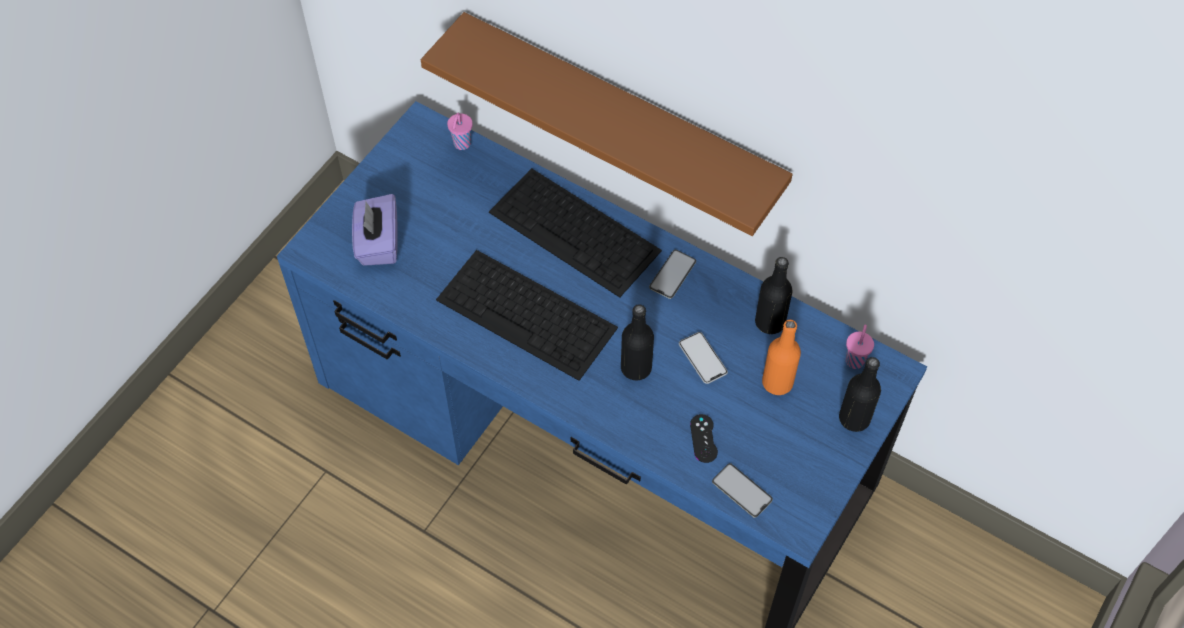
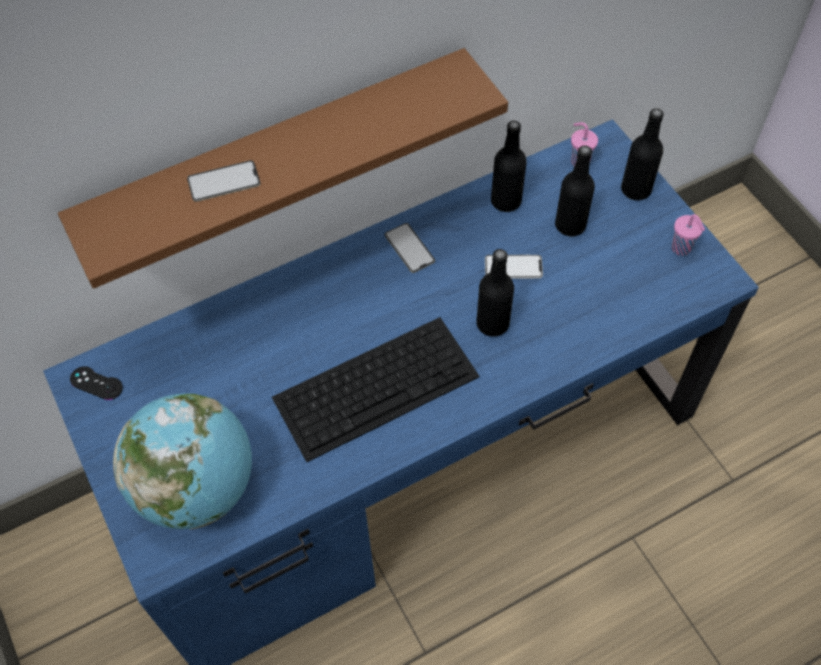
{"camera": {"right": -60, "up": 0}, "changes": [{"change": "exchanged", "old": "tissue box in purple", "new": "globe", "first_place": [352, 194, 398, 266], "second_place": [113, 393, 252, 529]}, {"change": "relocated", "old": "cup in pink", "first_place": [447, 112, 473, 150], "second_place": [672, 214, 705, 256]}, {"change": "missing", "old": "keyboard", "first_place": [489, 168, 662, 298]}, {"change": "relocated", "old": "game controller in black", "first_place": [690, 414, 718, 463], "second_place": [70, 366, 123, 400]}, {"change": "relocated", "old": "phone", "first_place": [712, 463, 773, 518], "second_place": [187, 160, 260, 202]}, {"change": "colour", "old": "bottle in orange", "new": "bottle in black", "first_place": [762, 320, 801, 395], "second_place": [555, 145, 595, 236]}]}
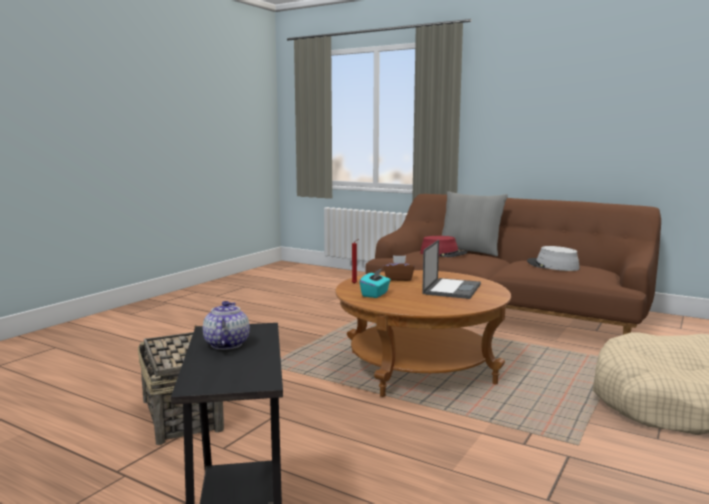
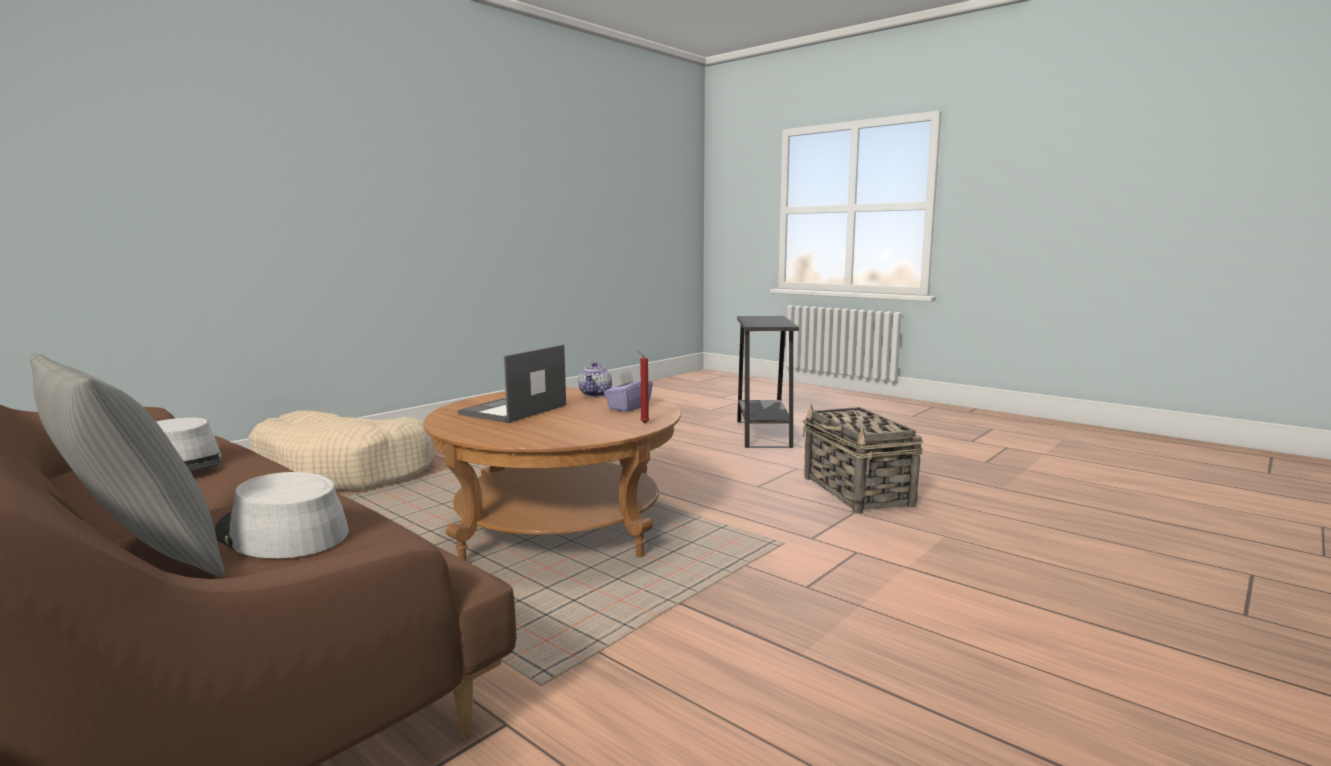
{"camera": {"right": -170, "up": 0}, "changes": [{"change": "relocated", "old": "teapot", "first_place": [203, 301, 250, 350], "second_place": [578, 362, 612, 397]}, {"change": "colour", "old": "tissue box in turquoise", "new": "tissue box in purple", "first_place": [360, 268, 391, 298], "second_place": [604, 371, 653, 412]}, {"change": "missing", "old": "tissue box in brown", "first_place": [384, 255, 415, 281]}, {"change": "colour", "old": "hat in red", "new": "hat in grey", "first_place": [420, 236, 468, 257], "second_place": [215, 472, 349, 558]}]}
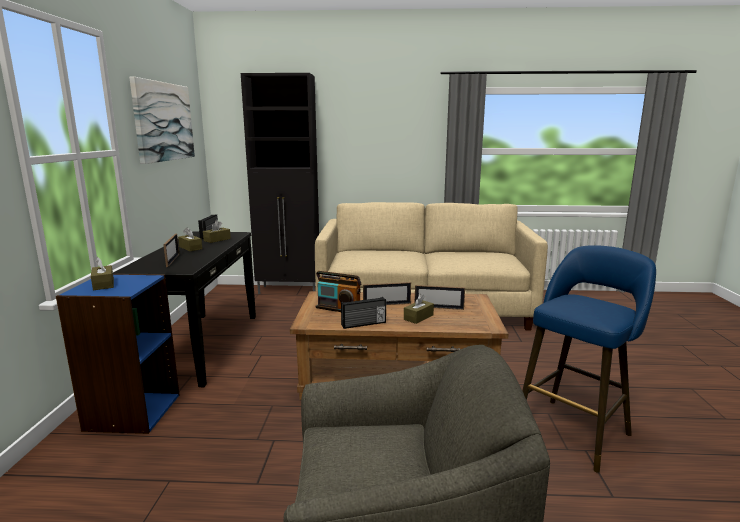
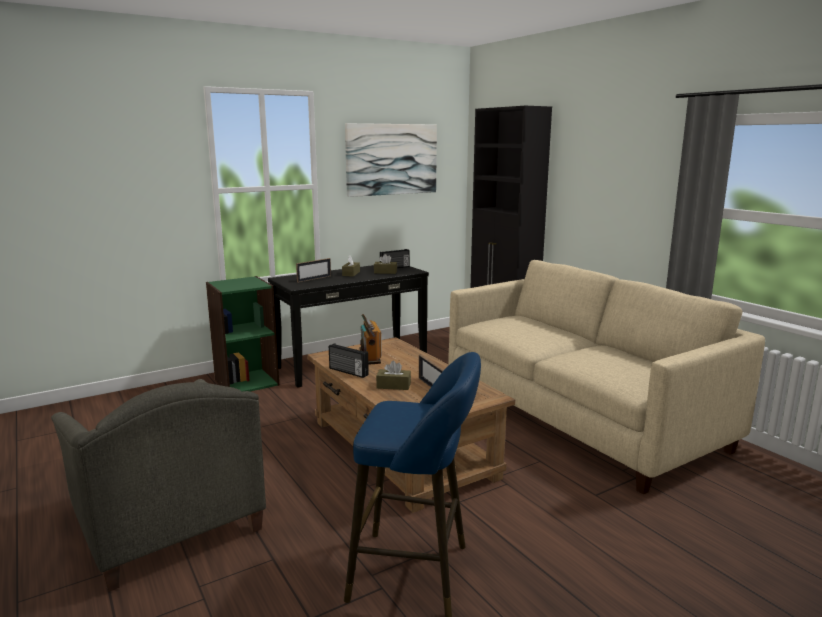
{"camera": {"right": 55, "up": 0}, "changes": [{"change": "colour", "old": "bookcase in blue", "new": "bookcase in green", "first_place": [56, 274, 180, 434], "second_place": [206, 276, 279, 392]}, {"change": "missing", "old": "tissue box in brown", "first_place": [91, 257, 114, 290]}, {"change": "missing", "old": "picture frame", "first_place": [363, 282, 411, 305]}]}
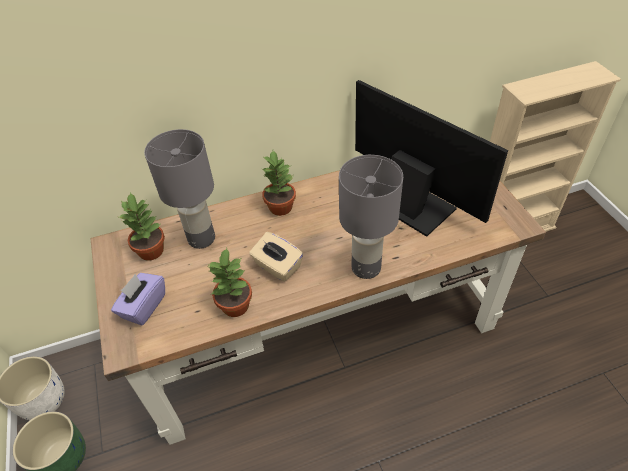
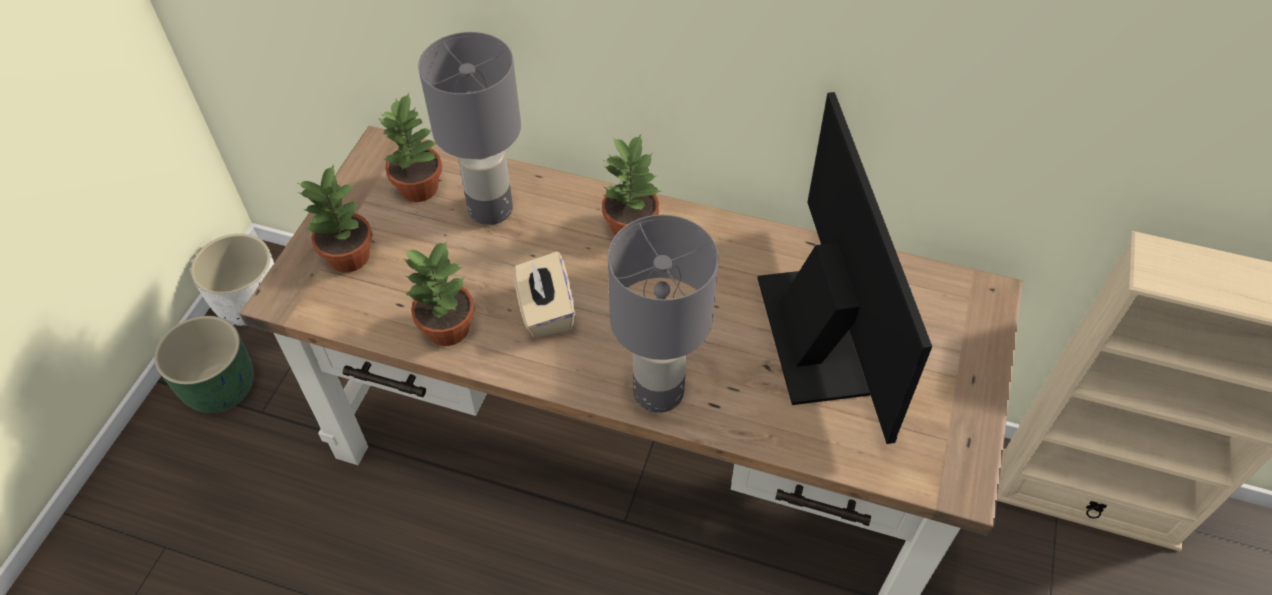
{"camera": {"right": 35, "up": 5}, "changes": [{"change": "exchanged", "old": "tissue box in purple", "new": "potted plant", "first_place": [111, 273, 165, 325], "second_place": [298, 164, 373, 272]}]}
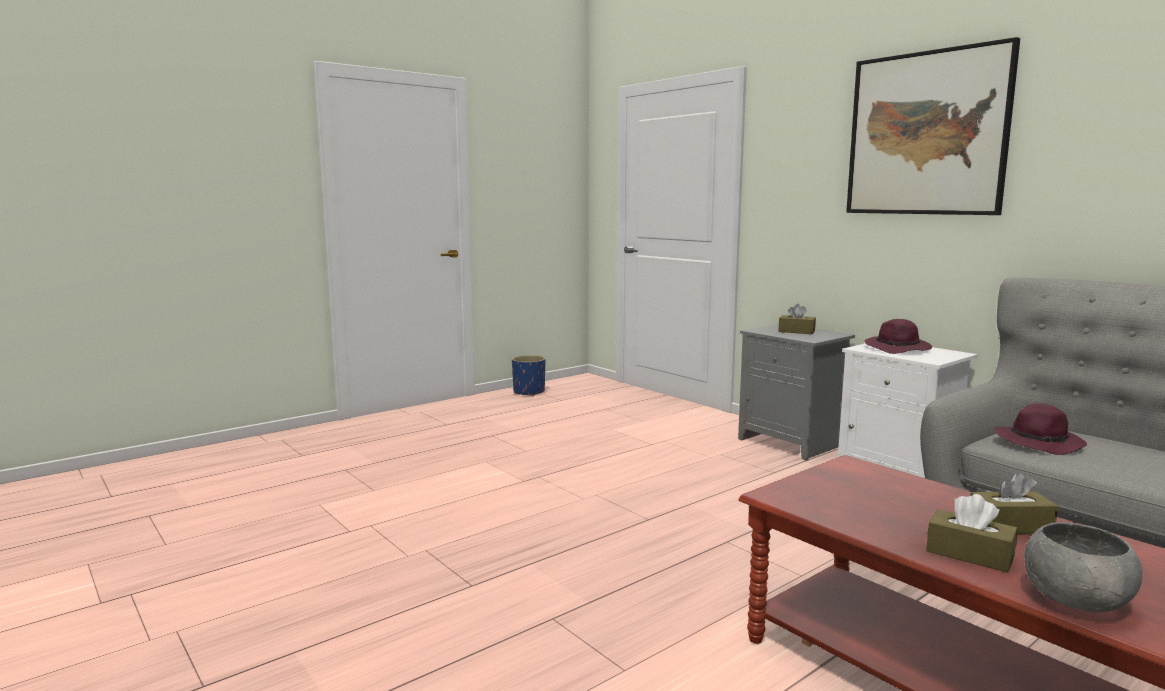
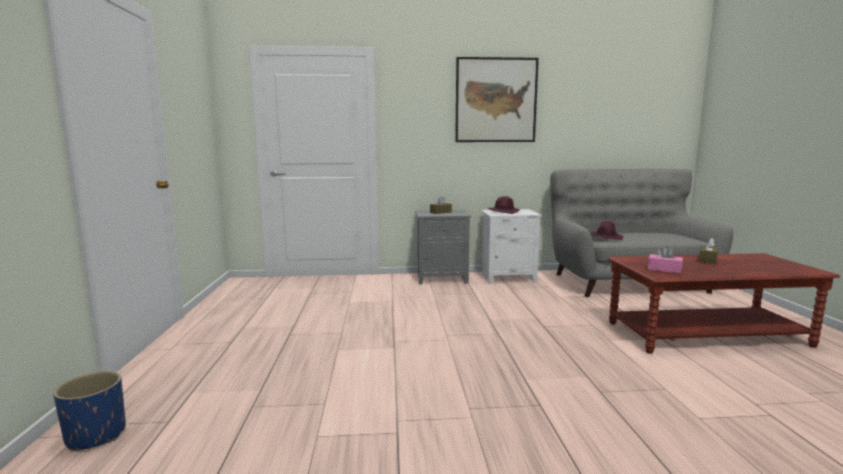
{"camera": {"right": -55, "up": 0}, "changes": [{"change": "relocated", "old": "planter in blue", "first_place": [512, 355, 545, 396], "second_place": [53, 371, 126, 451]}, {"change": "missing", "old": "tissue box in brown", "first_place": [926, 494, 1018, 573]}, {"change": "missing", "old": "bowl in grey", "first_place": [1024, 522, 1142, 612]}, {"change": "appeared", "new": "tissue box in pink", "second_place": [648, 245, 683, 274]}]}
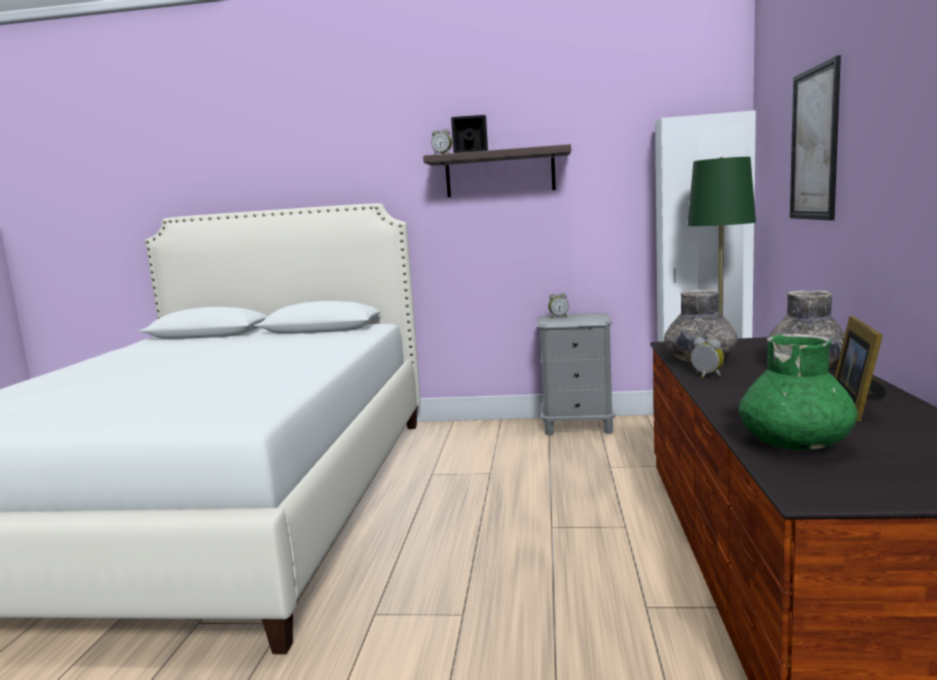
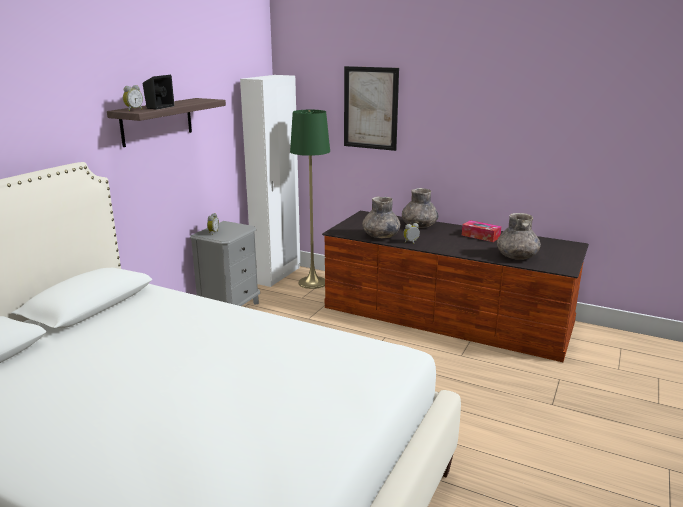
{"camera": {"right": -70, "up": 10}, "changes": [{"change": "colour", "old": "vase in green", "new": "vase in grey", "first_place": [739, 334, 858, 450], "second_place": [497, 213, 541, 260]}, {"change": "exchanged", "old": "picture frame", "new": "tissue box", "first_place": [834, 316, 886, 422], "second_place": [462, 220, 501, 242]}]}
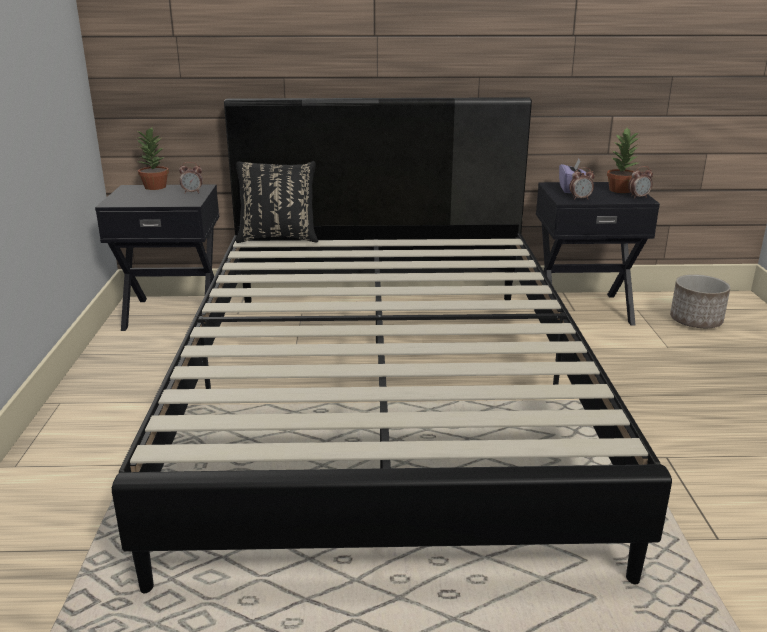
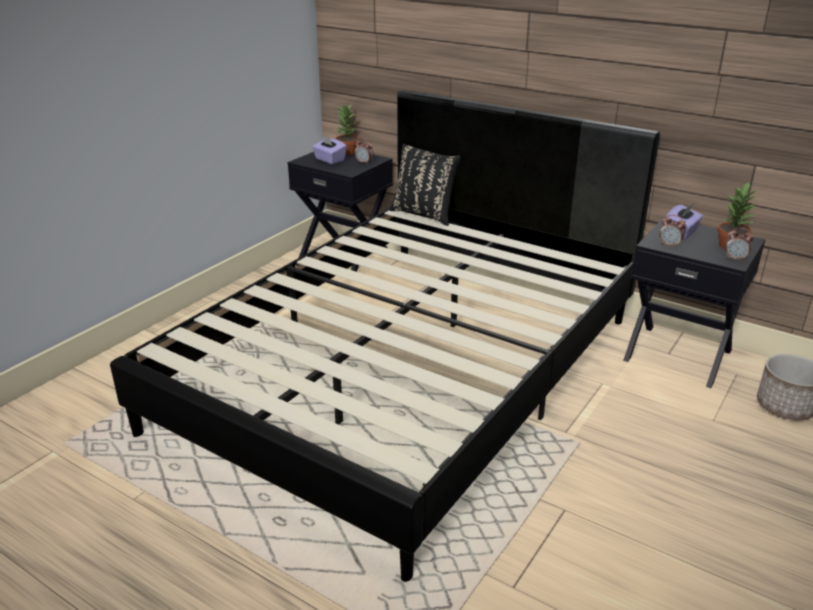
{"camera": {"right": 35, "up": 5}, "changes": [{"change": "appeared", "new": "tissue box in purple", "second_place": [312, 135, 347, 164]}]}
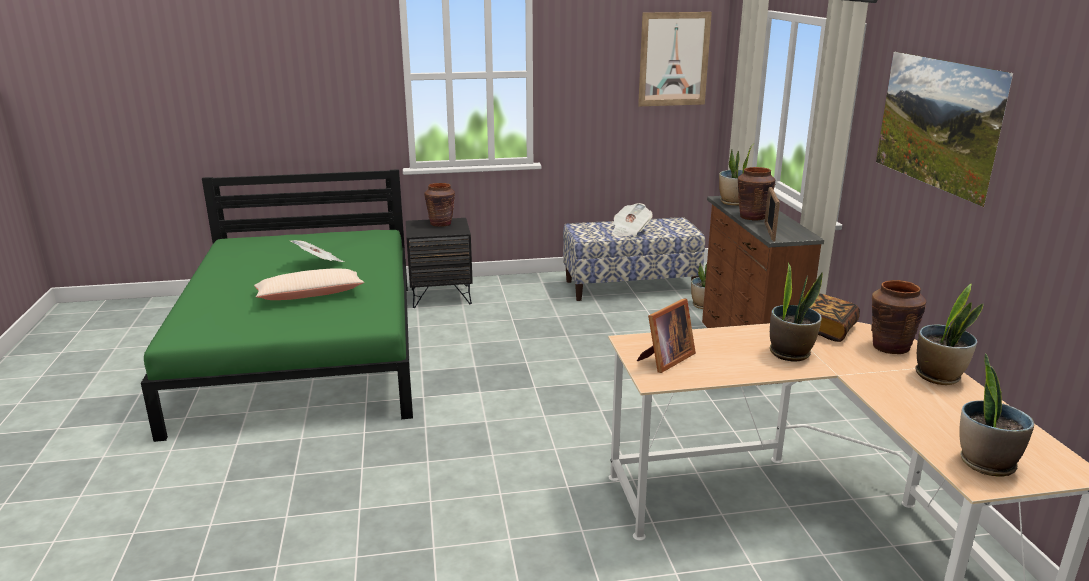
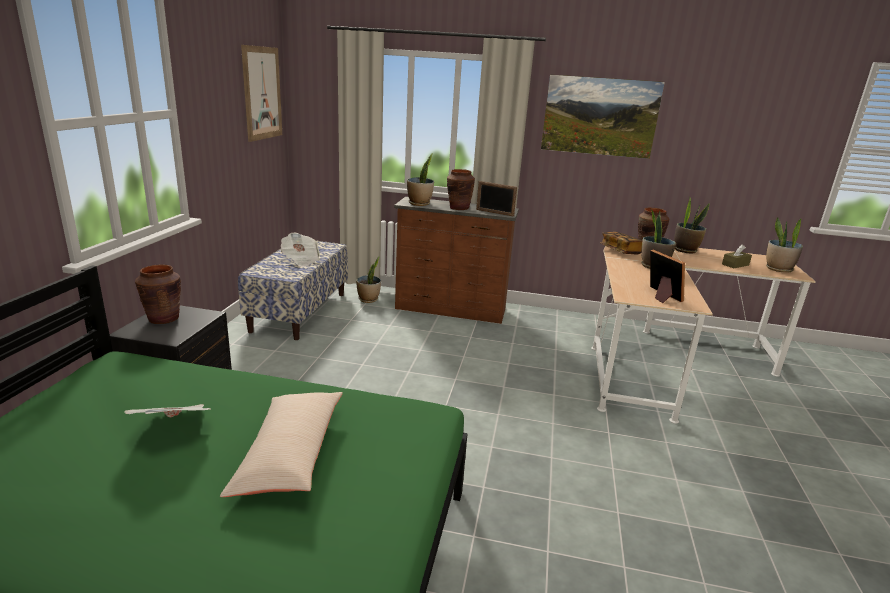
{"camera": {"right": -70, "up": 0}, "changes": [{"change": "appeared", "new": "tissue box in brown", "second_place": [722, 244, 752, 268]}]}
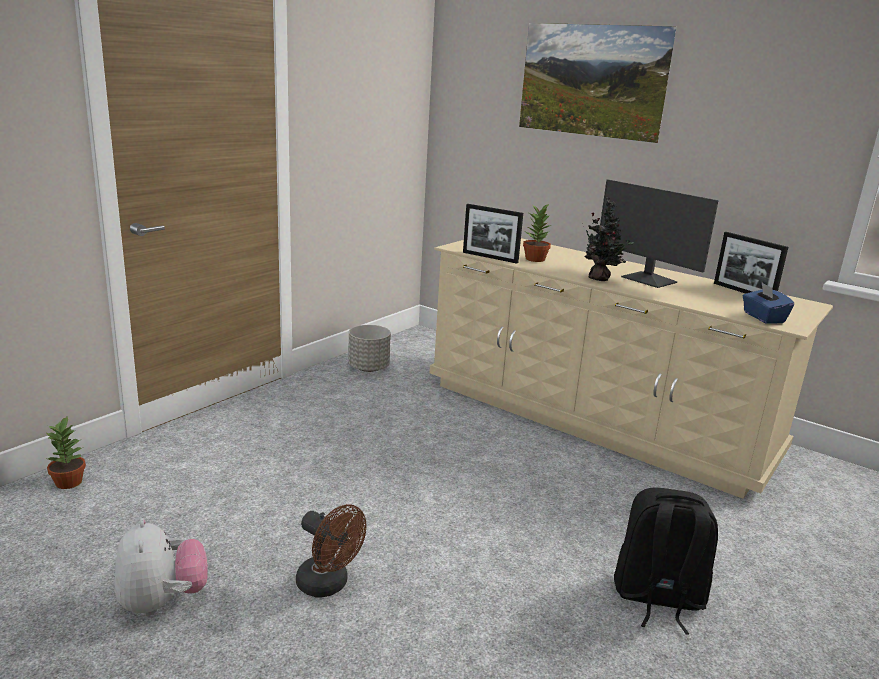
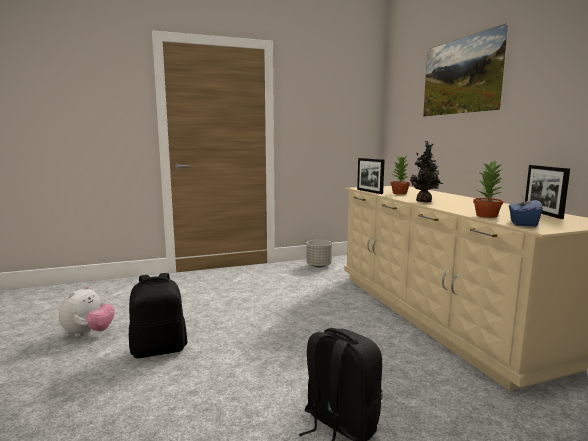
{"camera": {"right": 35, "up": -10}, "changes": [{"change": "relocated", "old": "potted plant", "first_place": [47, 415, 86, 489], "second_place": [473, 161, 504, 218]}, {"change": "exchanged", "old": "fan in brown", "new": "backpack in black", "first_place": [296, 504, 366, 597], "second_place": [129, 273, 188, 358]}, {"change": "missing", "old": "monitor", "first_place": [600, 179, 719, 288]}]}
